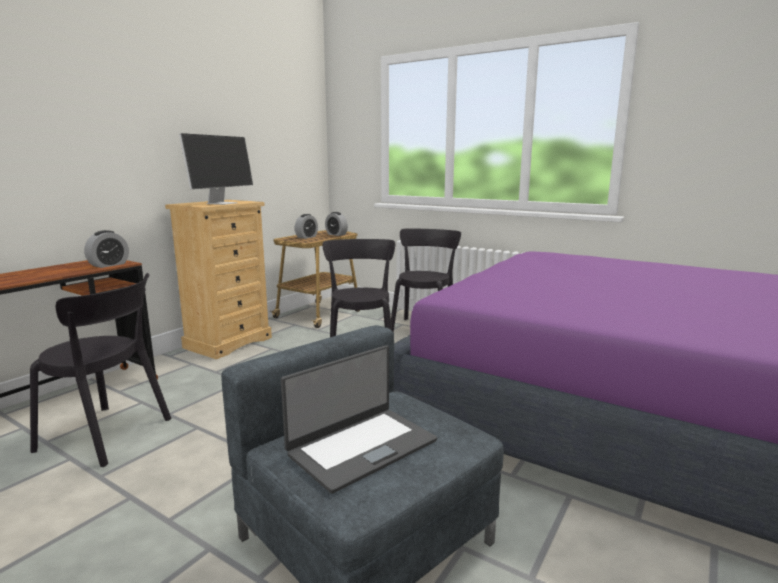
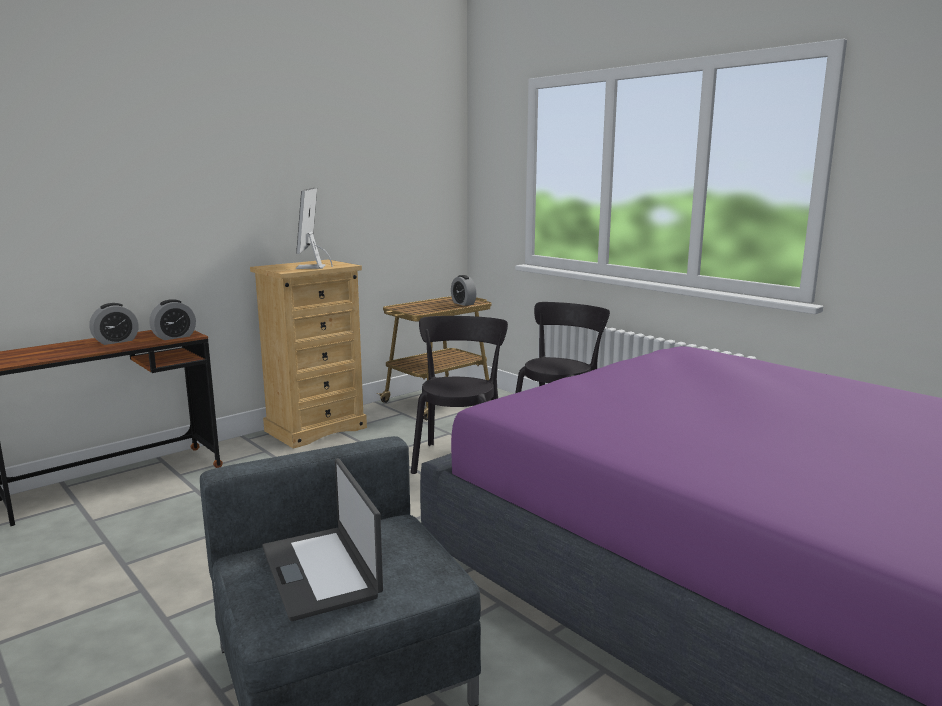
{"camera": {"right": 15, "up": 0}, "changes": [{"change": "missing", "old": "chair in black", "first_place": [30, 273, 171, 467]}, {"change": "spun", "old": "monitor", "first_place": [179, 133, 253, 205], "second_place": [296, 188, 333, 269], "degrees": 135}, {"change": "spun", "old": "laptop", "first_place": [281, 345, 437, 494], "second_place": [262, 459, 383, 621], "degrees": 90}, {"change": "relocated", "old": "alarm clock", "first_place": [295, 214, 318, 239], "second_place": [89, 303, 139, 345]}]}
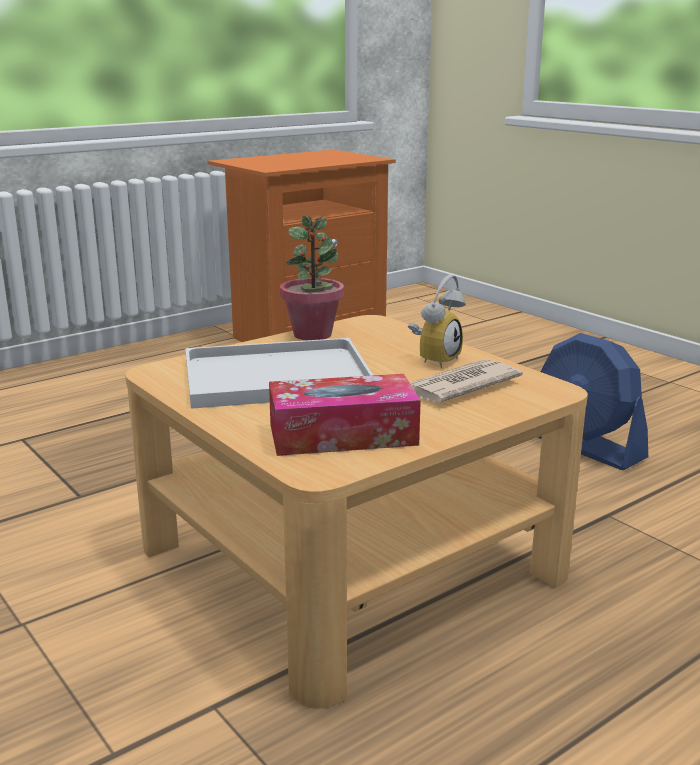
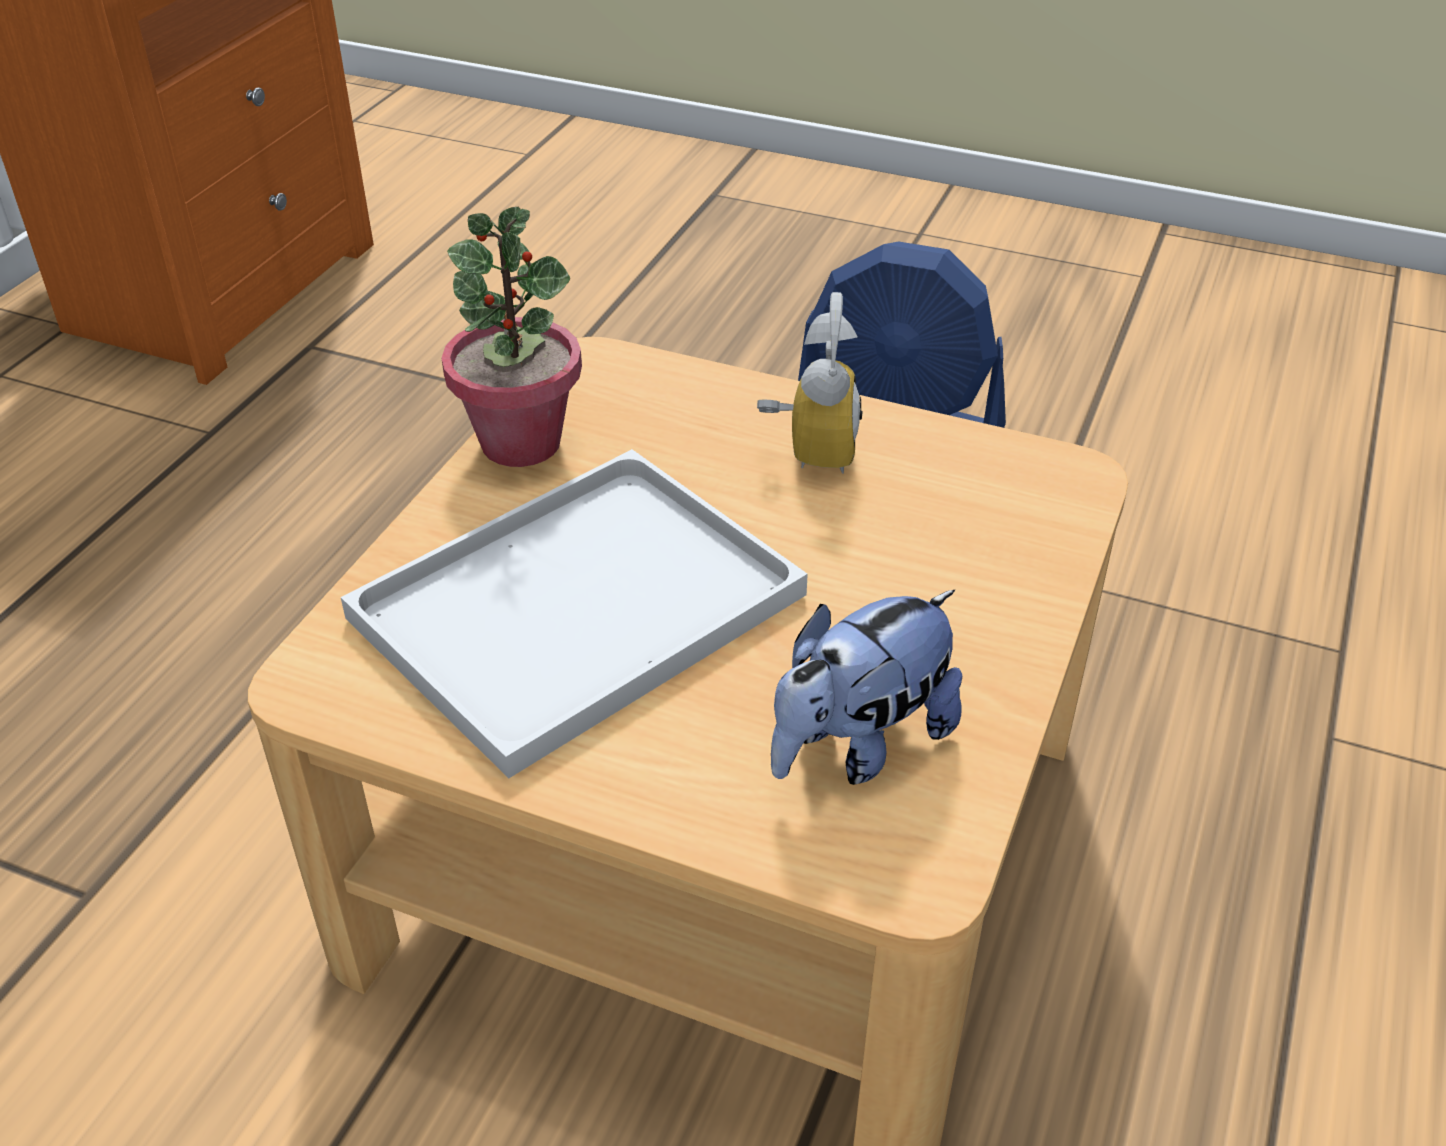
{"camera": {"right": -30, "up": 20}, "changes": [{"change": "exchanged", "old": "tissue box", "new": "plush toy", "first_place": [269, 374, 421, 456], "second_place": [771, 590, 962, 785]}, {"change": "missing", "old": "newspaper", "first_place": [410, 359, 523, 403]}]}
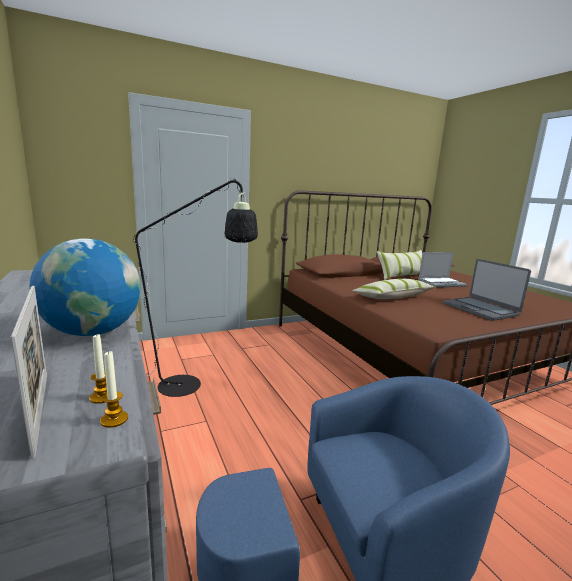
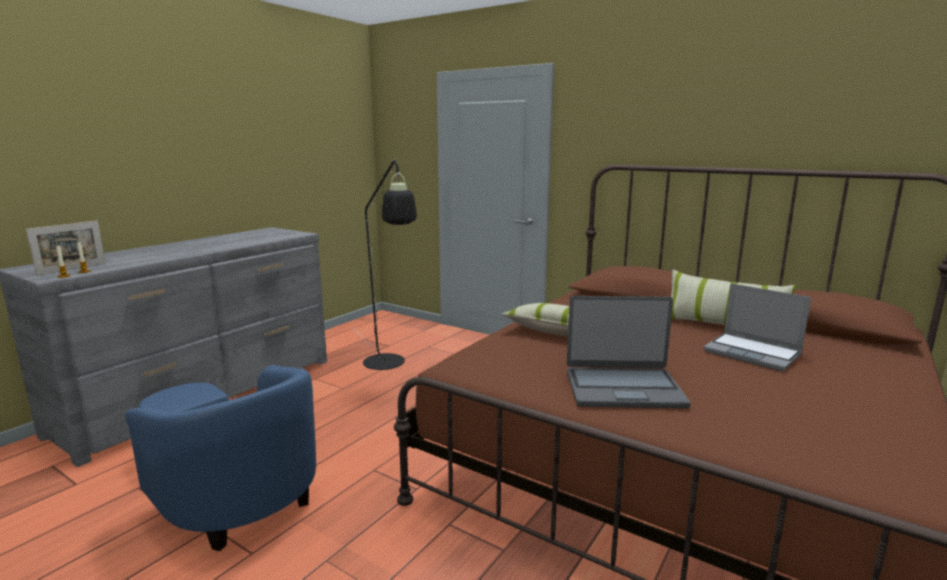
{"camera": {"right": 60, "up": 0}, "changes": [{"change": "missing", "old": "globe", "first_place": [30, 238, 141, 336]}, {"change": "spun", "old": "laptop", "first_place": [443, 259, 531, 321], "second_place": [567, 296, 690, 408], "degrees": -120}]}
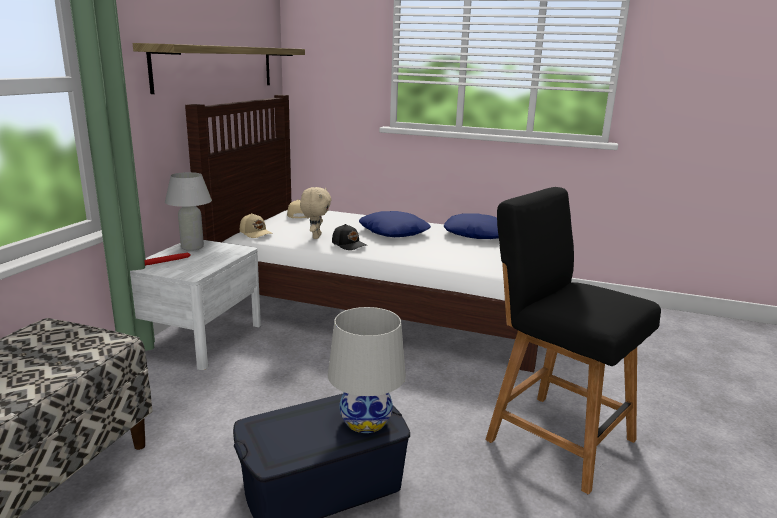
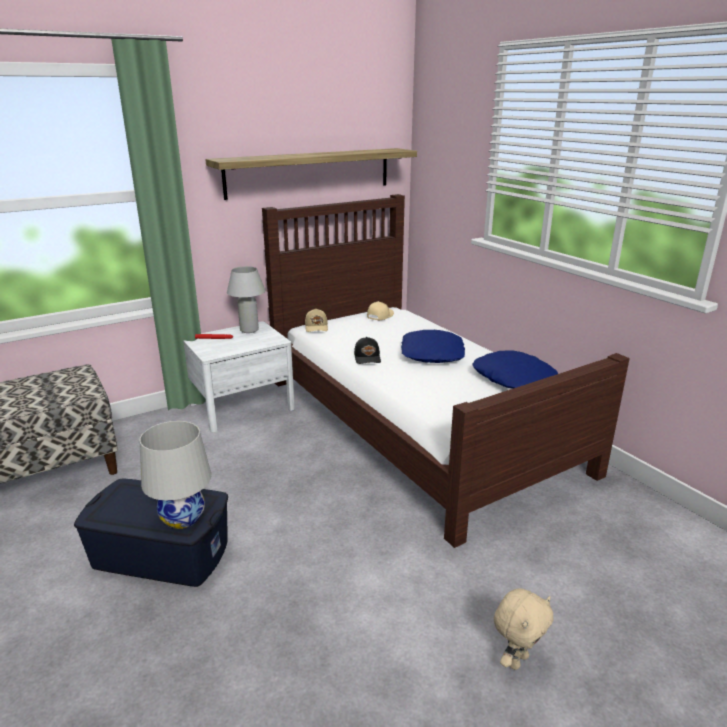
{"camera": {"right": 40, "up": 5}, "changes": [{"change": "relocated", "old": "plush toy in beige", "first_place": [300, 187, 332, 239], "second_place": [494, 588, 553, 670]}, {"change": "missing", "old": "chair in black", "first_place": [485, 187, 661, 494]}]}
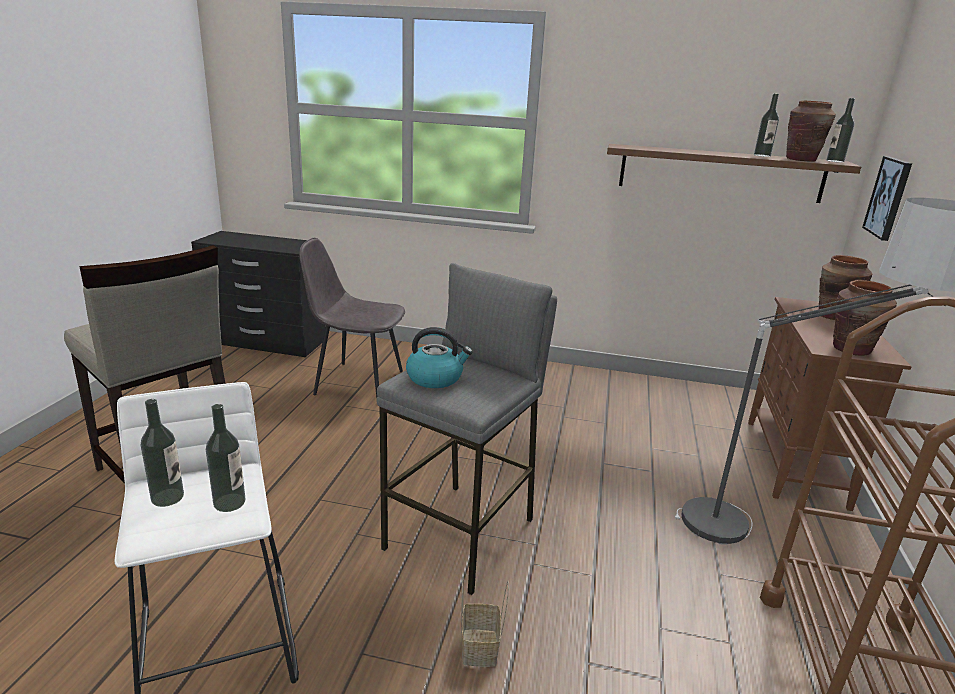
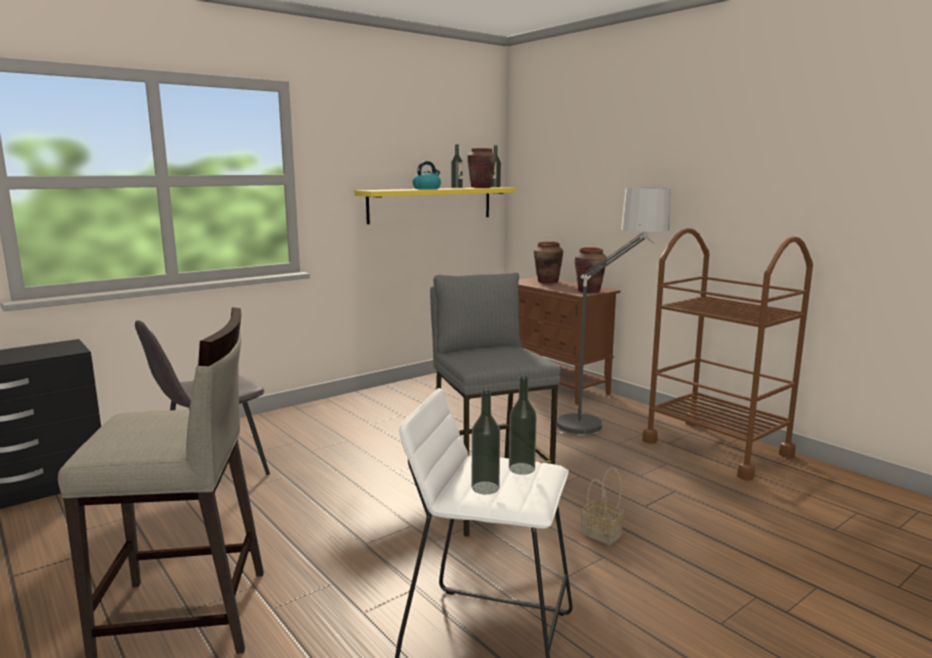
{"camera": {"right": -50, "up": -10}, "changes": [{"change": "relocated", "old": "kettle", "first_place": [406, 327, 473, 388], "second_place": [413, 161, 441, 189]}, {"change": "colour", "old": "shelf in brown", "new": "shelf in yellow", "first_place": [607, 144, 861, 203], "second_place": [355, 187, 516, 224]}, {"change": "missing", "old": "picture", "first_place": [862, 156, 912, 241]}]}
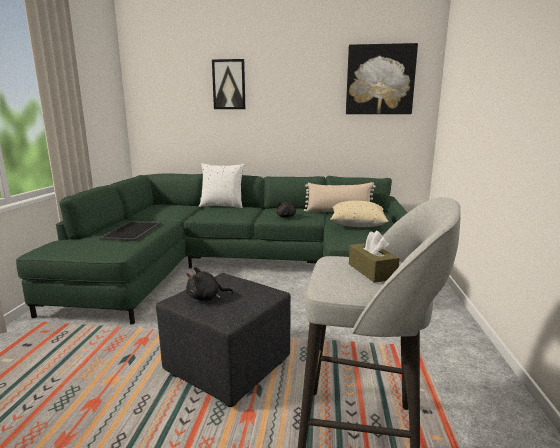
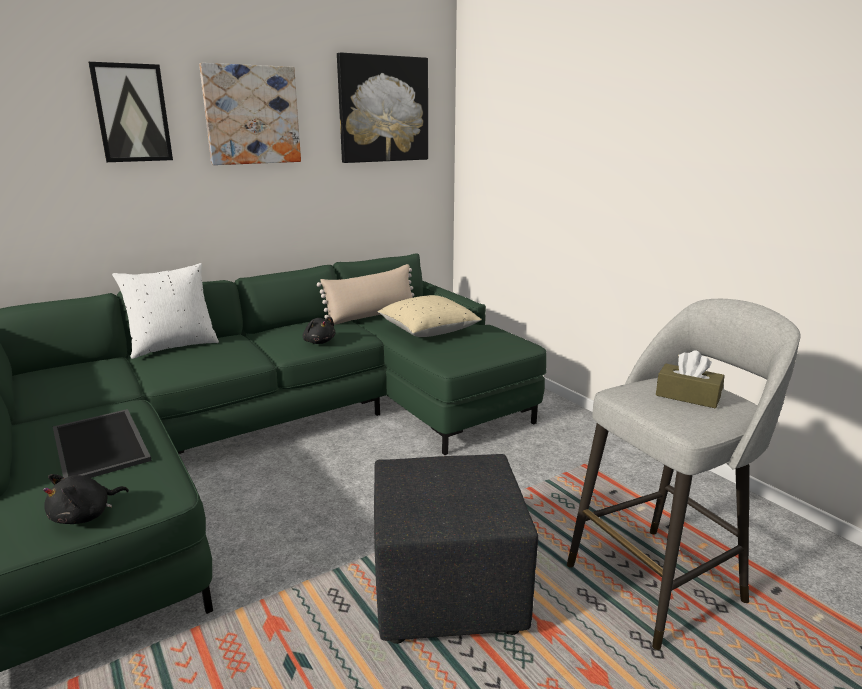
{"camera": {"right": -40, "up": 5}, "changes": [{"change": "relocated", "old": "plush toy in black", "first_place": [186, 267, 233, 301], "second_place": [43, 474, 129, 524]}, {"change": "appeared", "new": "picture", "second_place": [199, 63, 301, 165]}]}
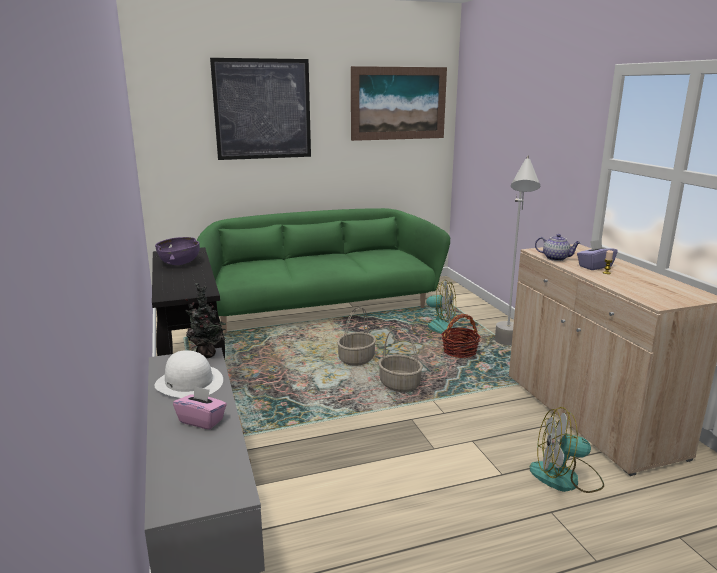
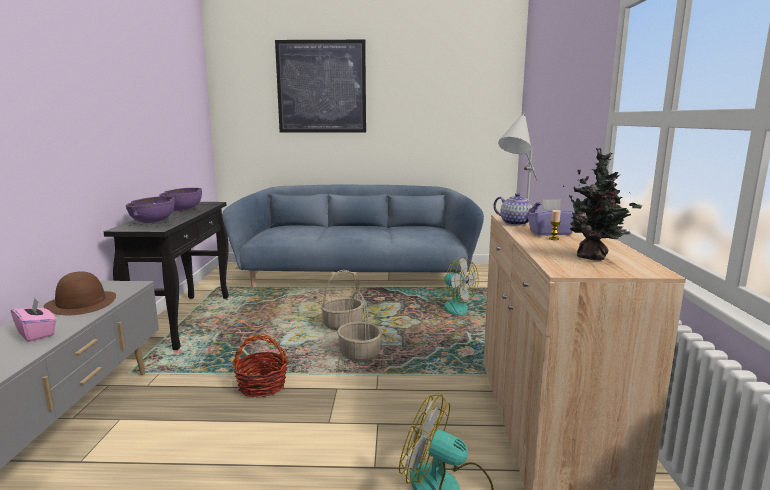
{"camera": {"right": 20, "up": -5}, "changes": [{"change": "colour", "old": "hat in white", "new": "hat in brown", "first_place": [154, 350, 223, 398], "second_place": [44, 271, 116, 315]}, {"change": "relocated", "old": "potted plant", "first_place": [182, 283, 226, 359], "second_place": [563, 148, 642, 261]}, {"change": "colour", "old": "sofa in green", "new": "sofa in blue", "first_place": [197, 208, 450, 333], "second_place": [222, 185, 484, 287]}, {"change": "missing", "old": "picture", "first_place": [351, 66, 447, 141]}, {"change": "relocated", "old": "basket", "first_place": [441, 314, 480, 358], "second_place": [232, 334, 288, 398]}, {"change": "appeared", "new": "bowl in purple", "second_place": [126, 196, 175, 223]}]}
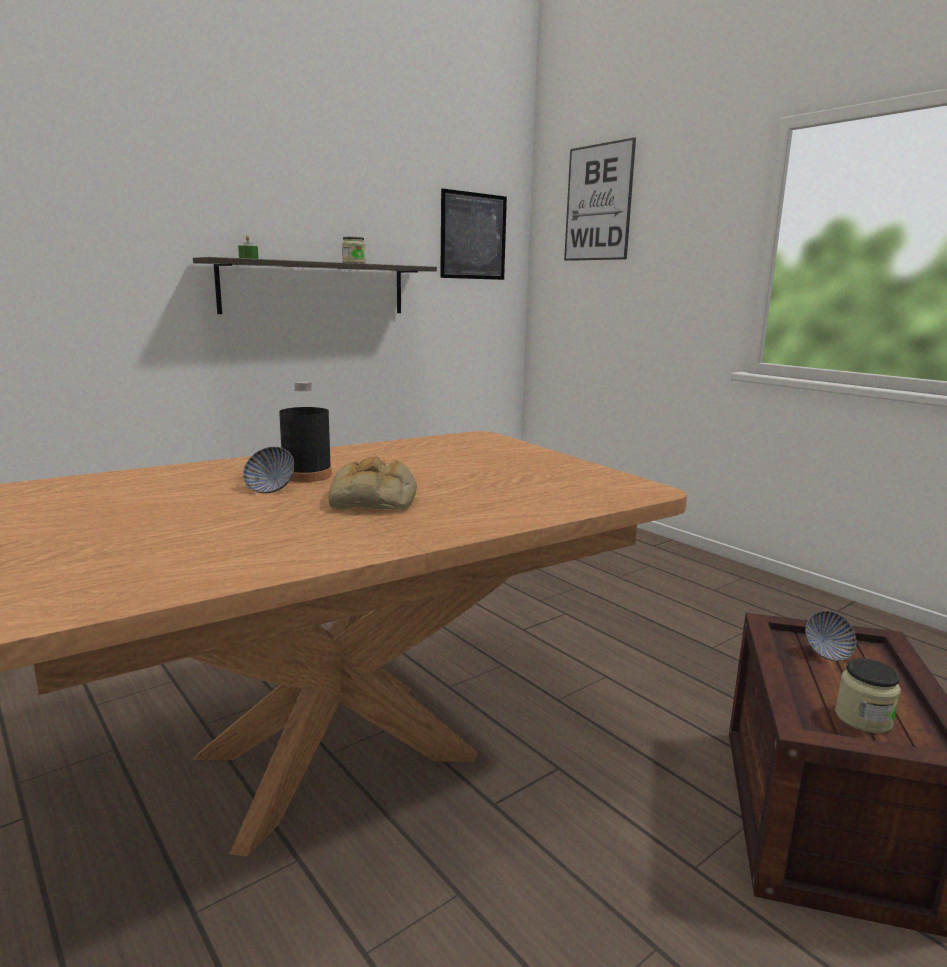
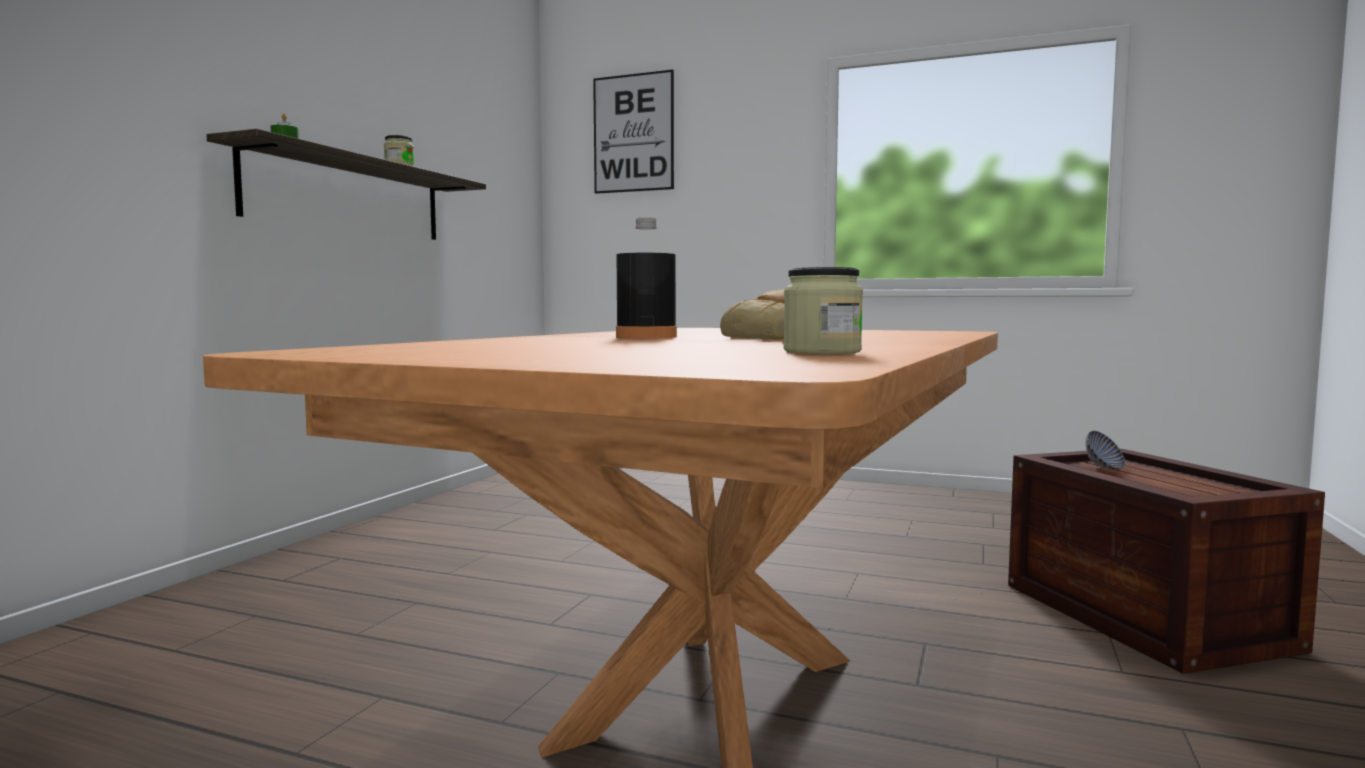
{"camera": {"right": -30, "up": -10}, "changes": [{"change": "missing", "old": "bowl", "first_place": [243, 447, 294, 494]}, {"change": "missing", "old": "picture", "first_place": [440, 188, 507, 280]}, {"change": "relocated", "old": "jar", "first_place": [835, 658, 901, 733], "second_place": [783, 267, 863, 354]}]}
